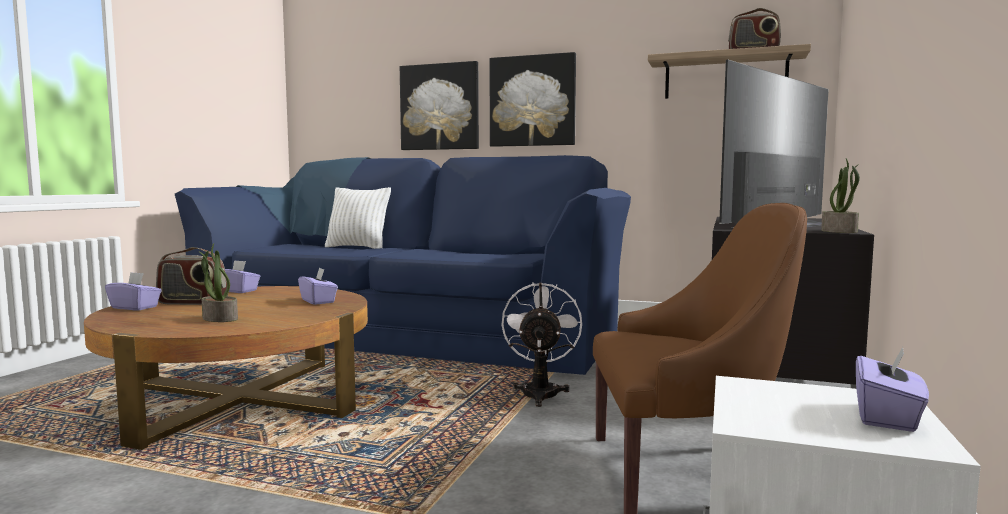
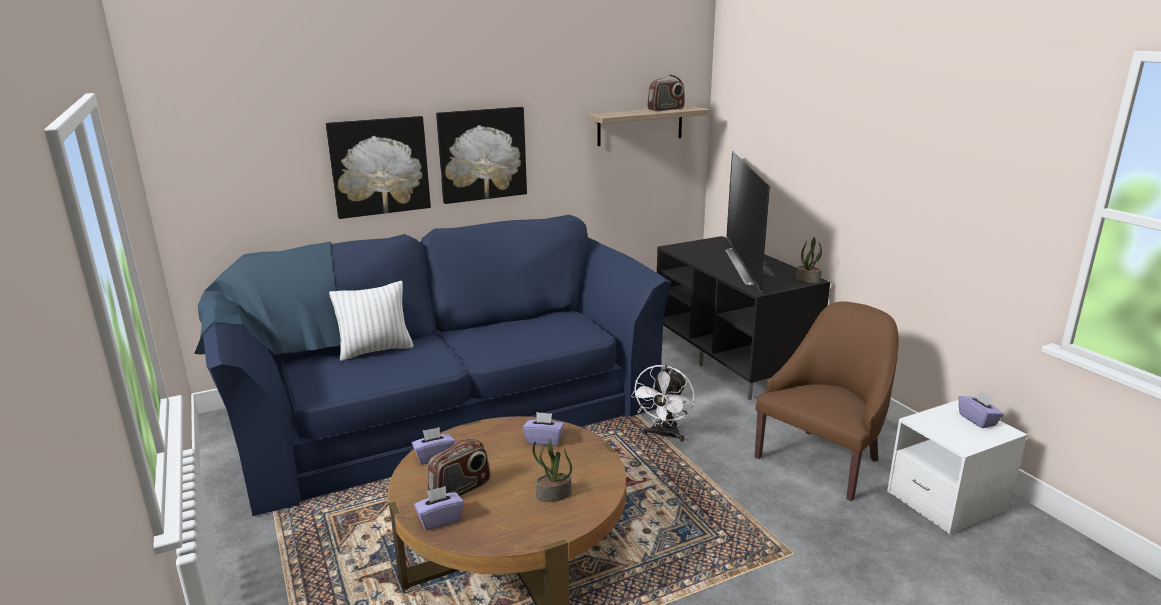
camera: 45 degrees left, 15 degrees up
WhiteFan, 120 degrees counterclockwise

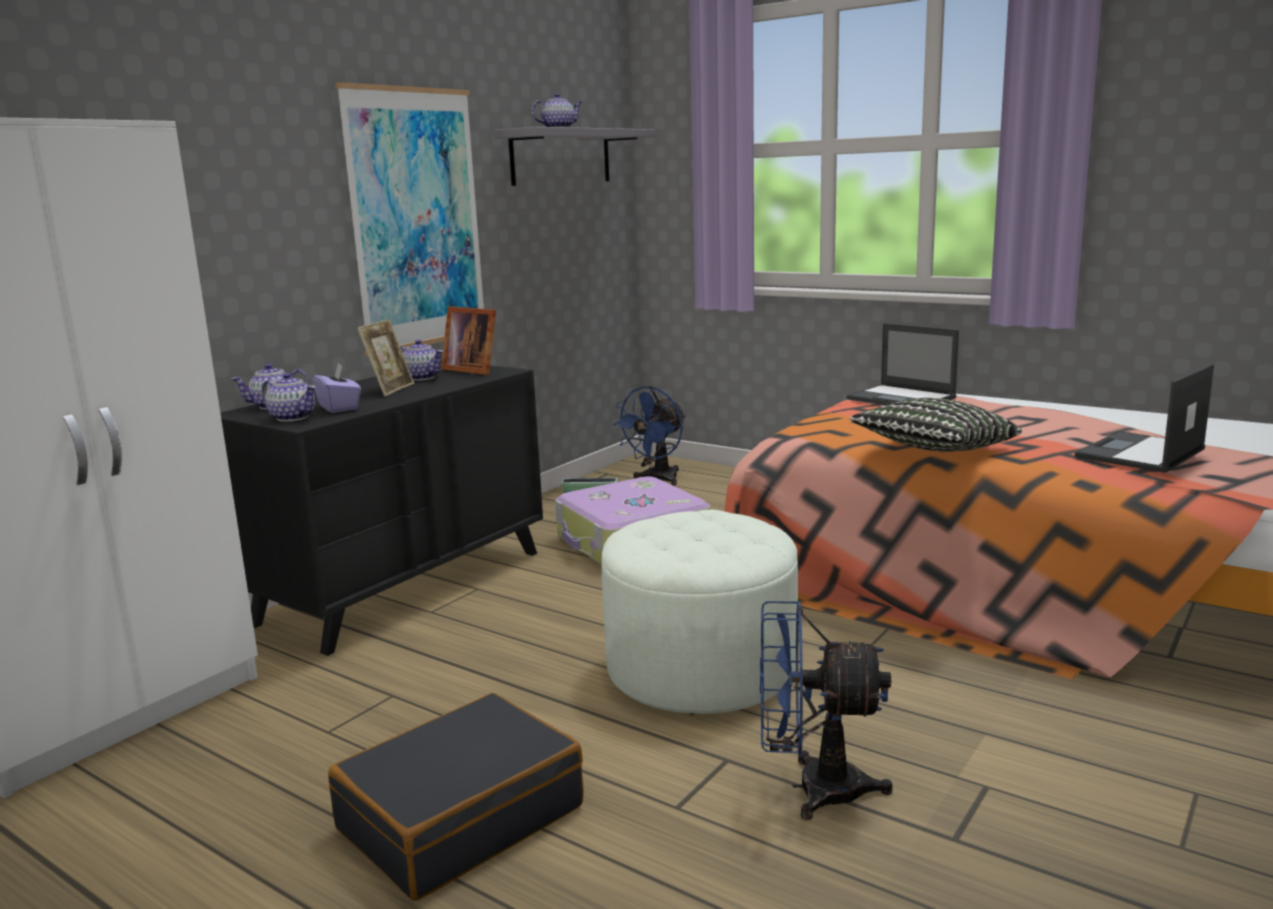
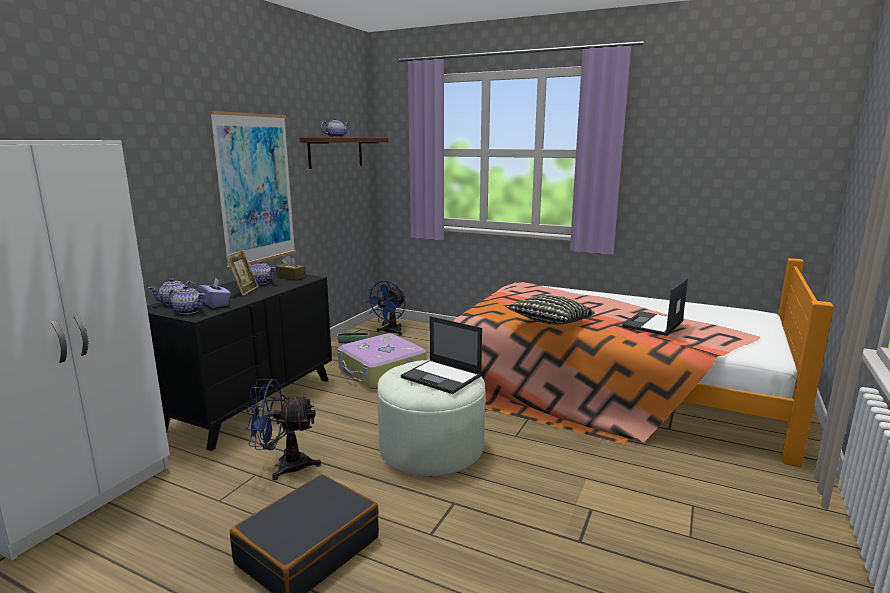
camera: 10 degrees left, 0 degrees up
GreyShelf -> BrownShelf
PictureFrame (2nd from left) -> BrownTissueBox
Laptop (1st from left), move
BlueFan (2nd from left in the first image) -> BlueFan (1st from left), move

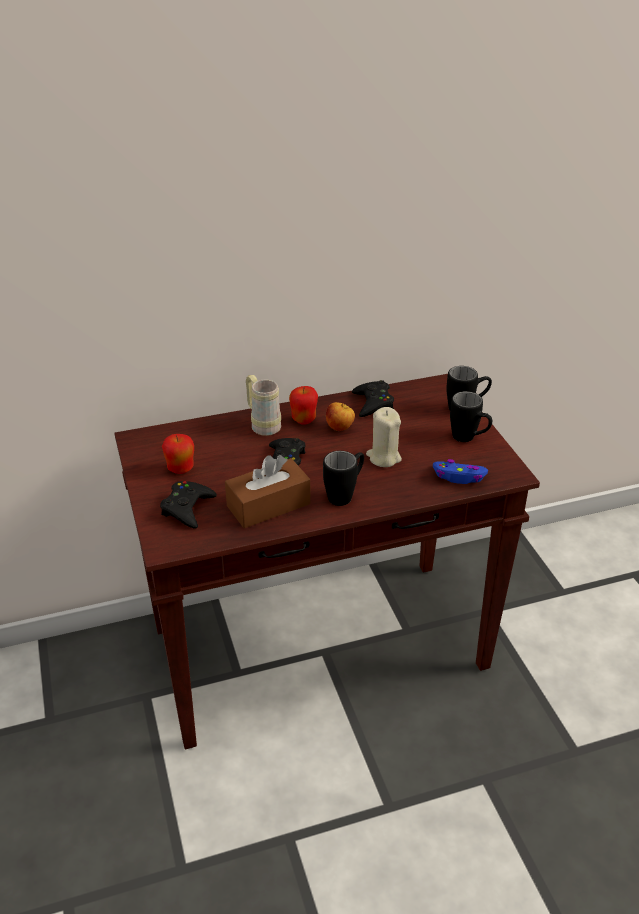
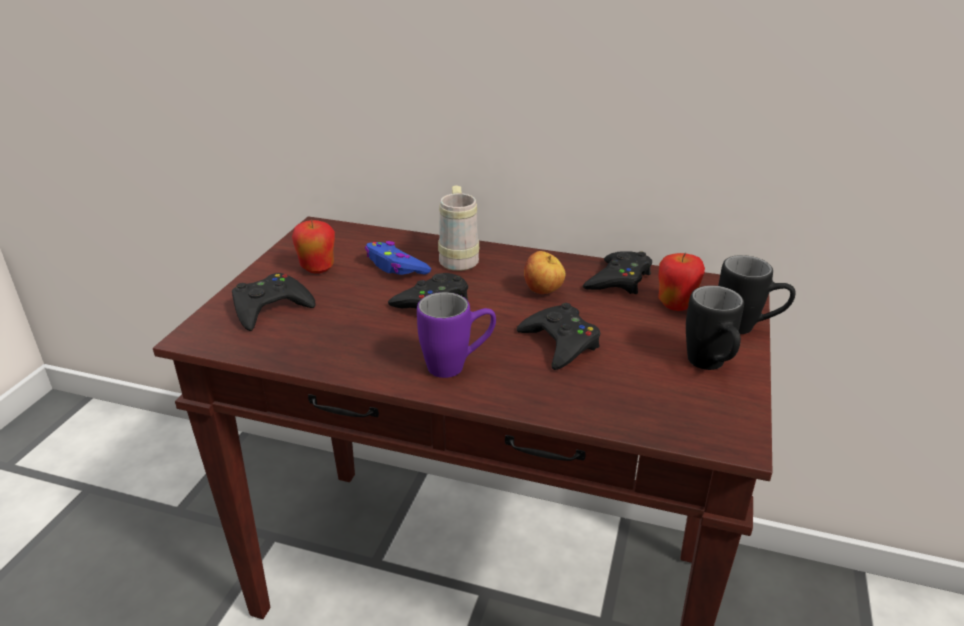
camera: 35 degrees right, 5 degrees down
Apple (2nd from left in the first image) -> Apple (3rd from left), move
BeigeCandle -> BlackGameController (3rd from left)
BlackMug (1st from left) -> PurpleMug
BrownTissueBox -> none
BlueGameController, move

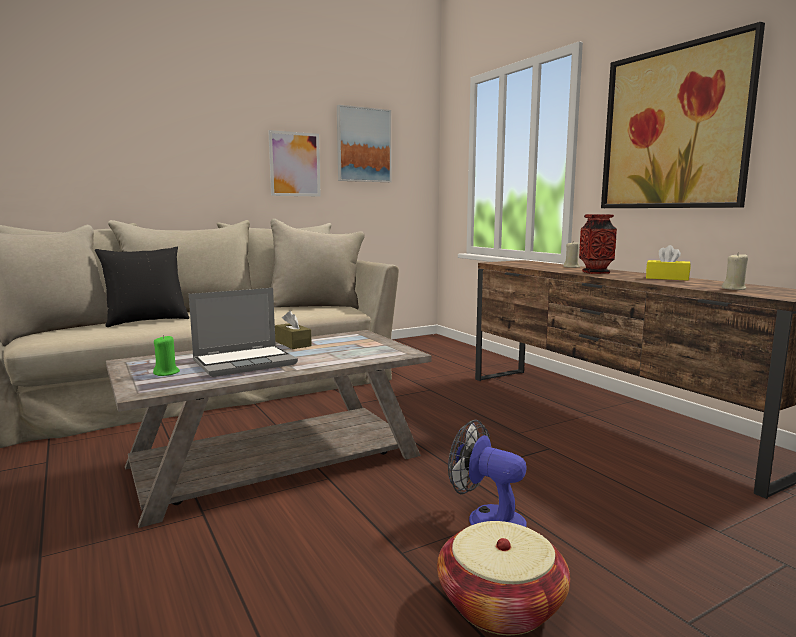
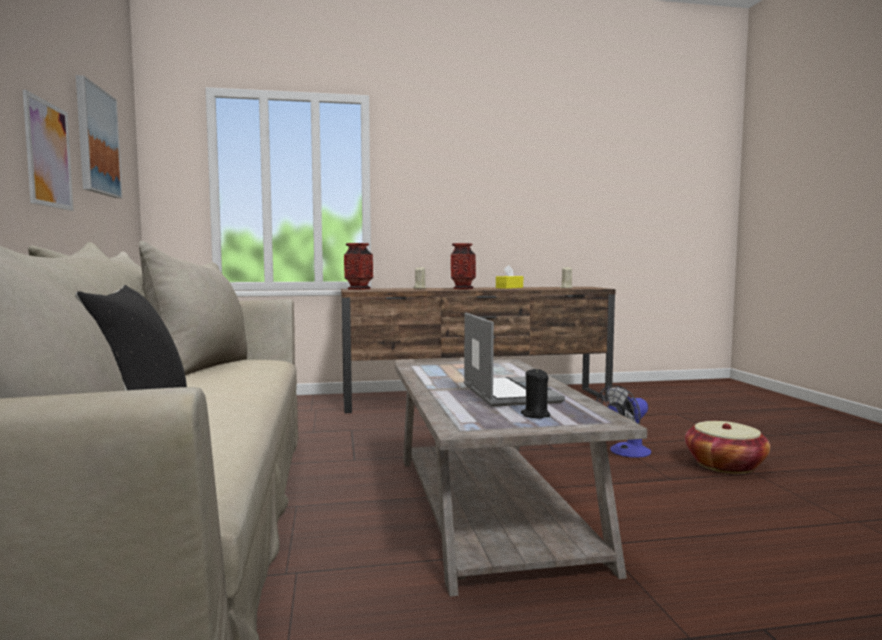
camera: 70 degrees left, 5 degrees down
Picture (3rd from left) -> none
BrownTissueBox -> none
GreenCandle -> BlackCandle
none -> Vase (1st from left)

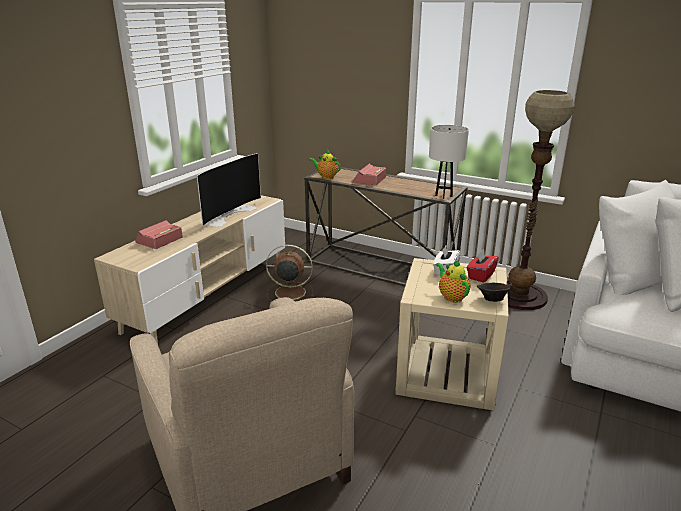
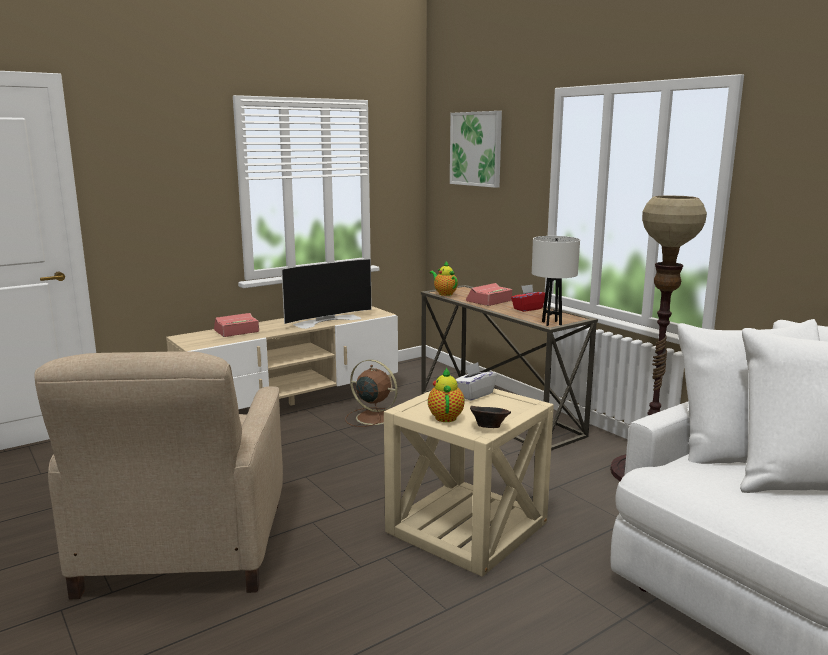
camera: 25 degrees right, 10 degrees down
RedTissueBox, move
none -> Picture

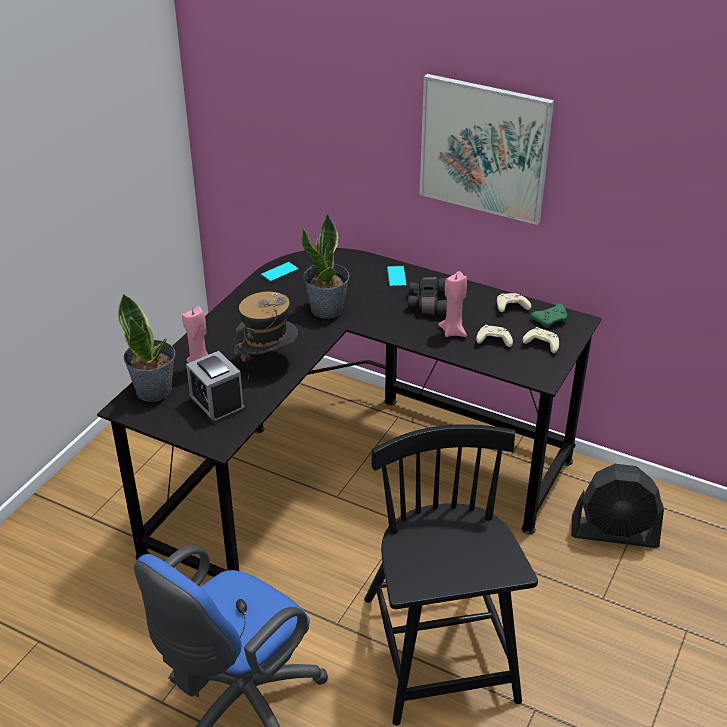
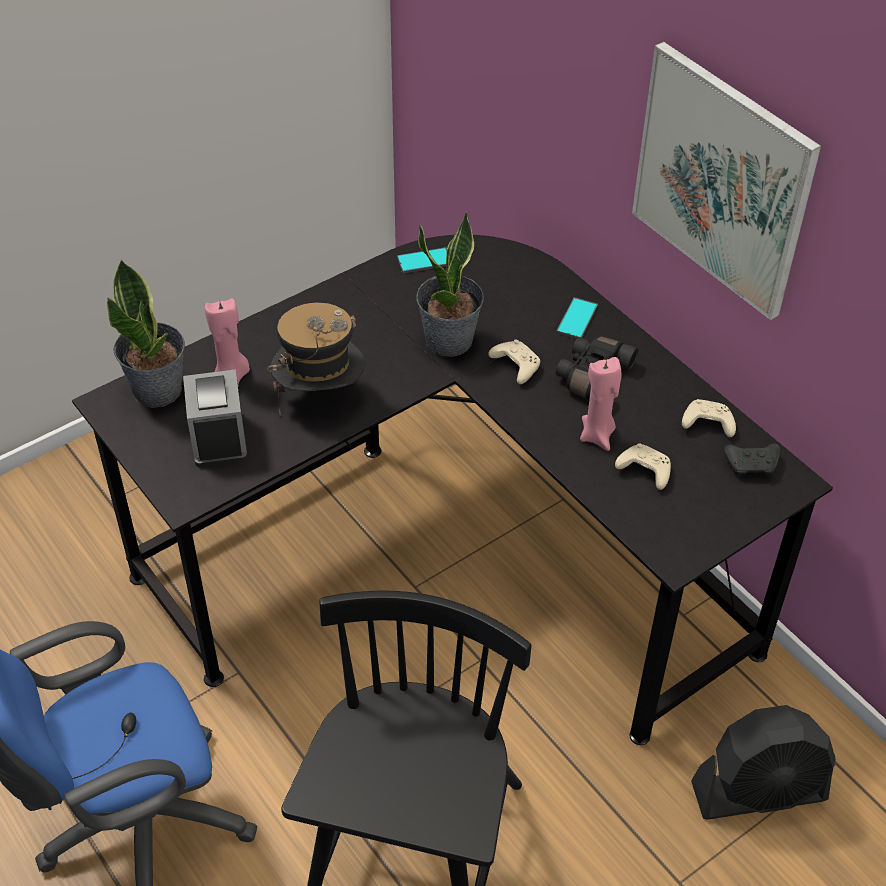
camera: 25 degrees right, 10 degrees up
GreenGameController -> BlackGameController
BeigeGameController (3rd from left in the first image) -> BeigeGameController (1st from left), move
BlackFan, 45 degrees counterclockwise

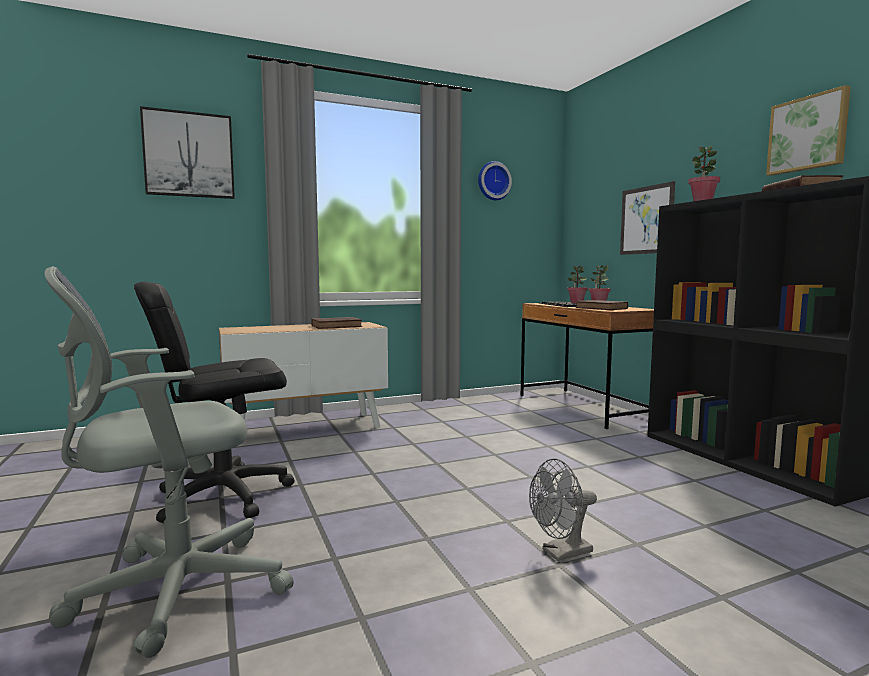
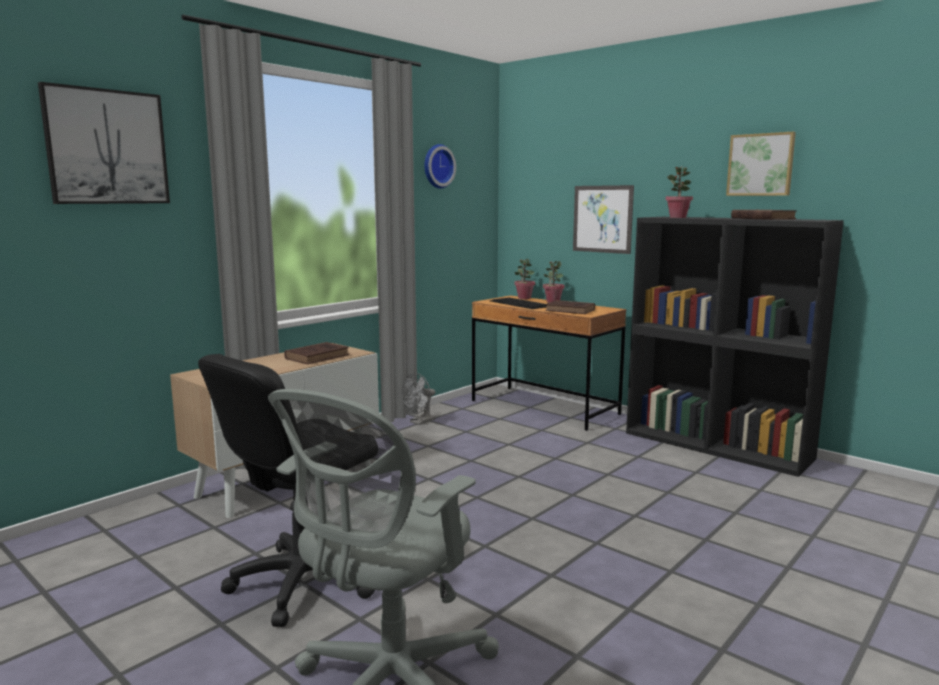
camera: 25 degrees left, 5 degrees up
GreyFan, move

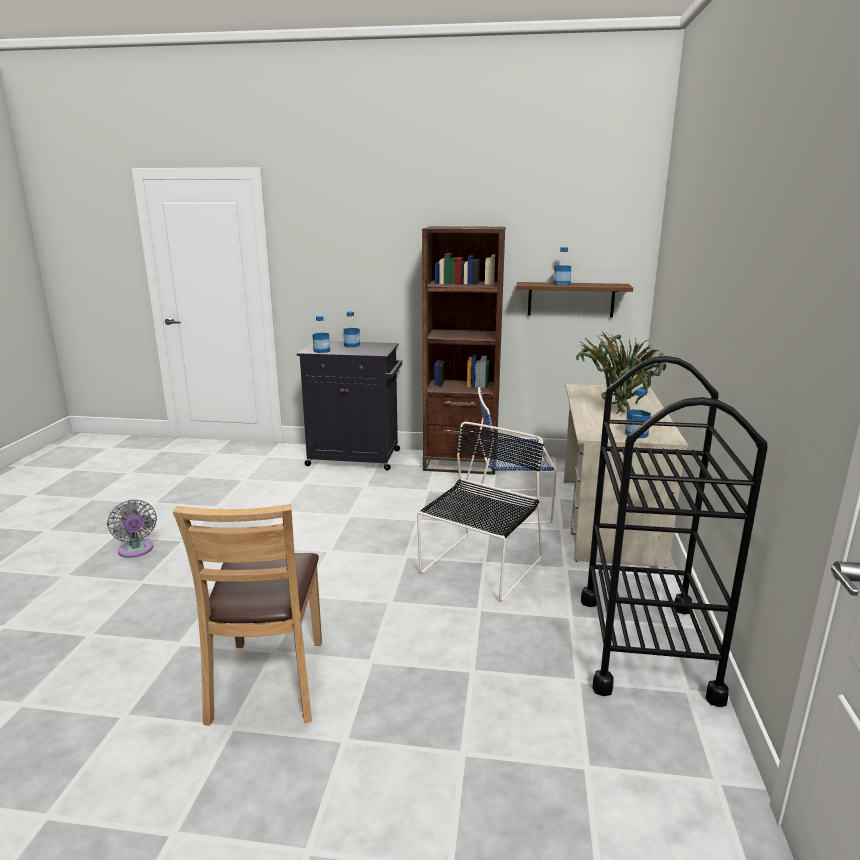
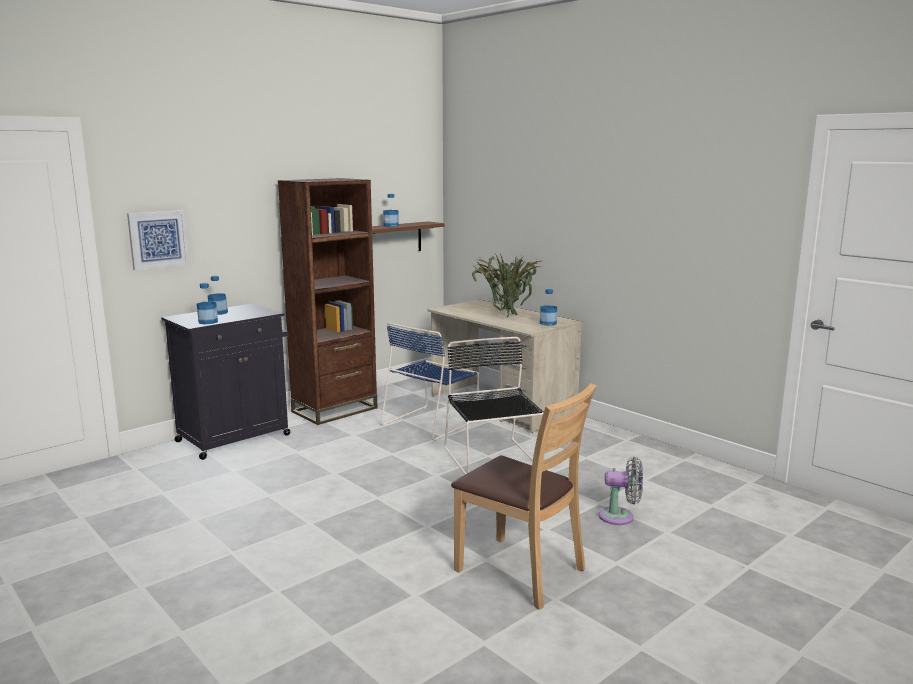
camera: 50 degrees left, 5 degrees down
BlackCart -> none
GreyFan, move
none -> Picture

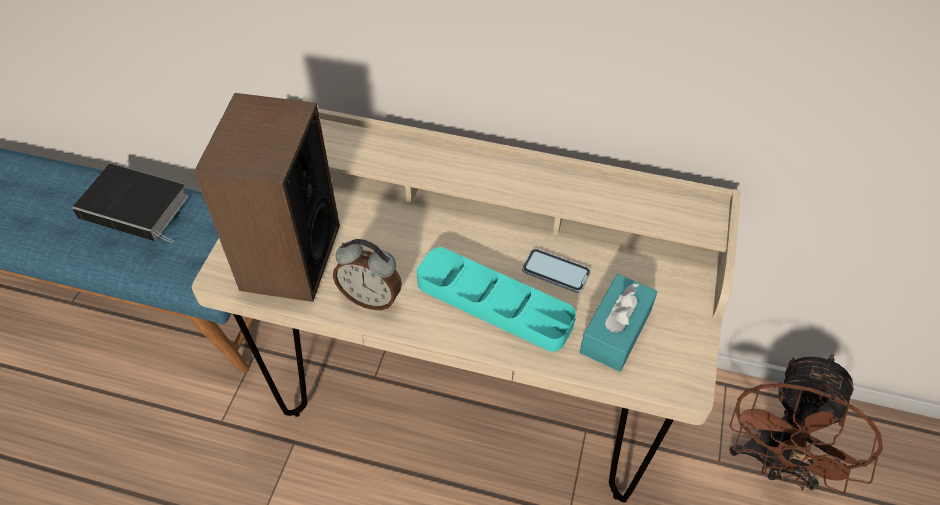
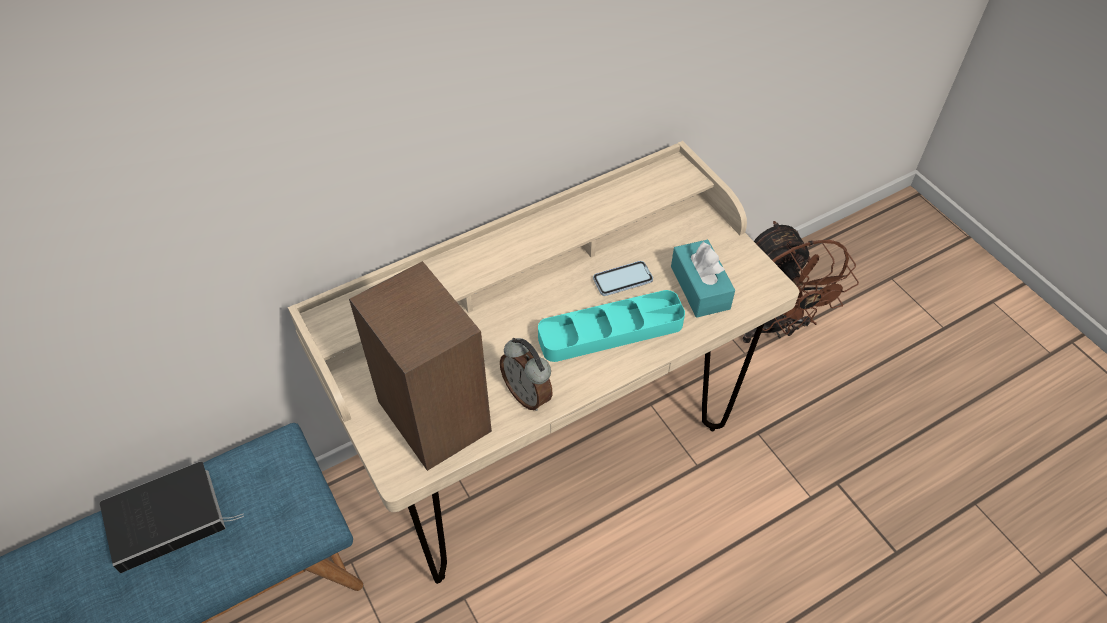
camera: 45 degrees left, 0 degrees up
AlarmClock, 75 degrees clockwise

